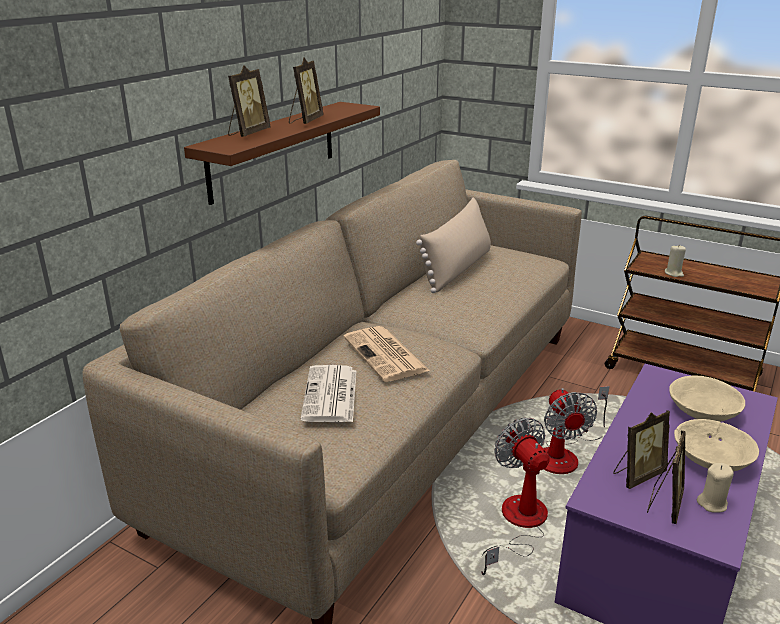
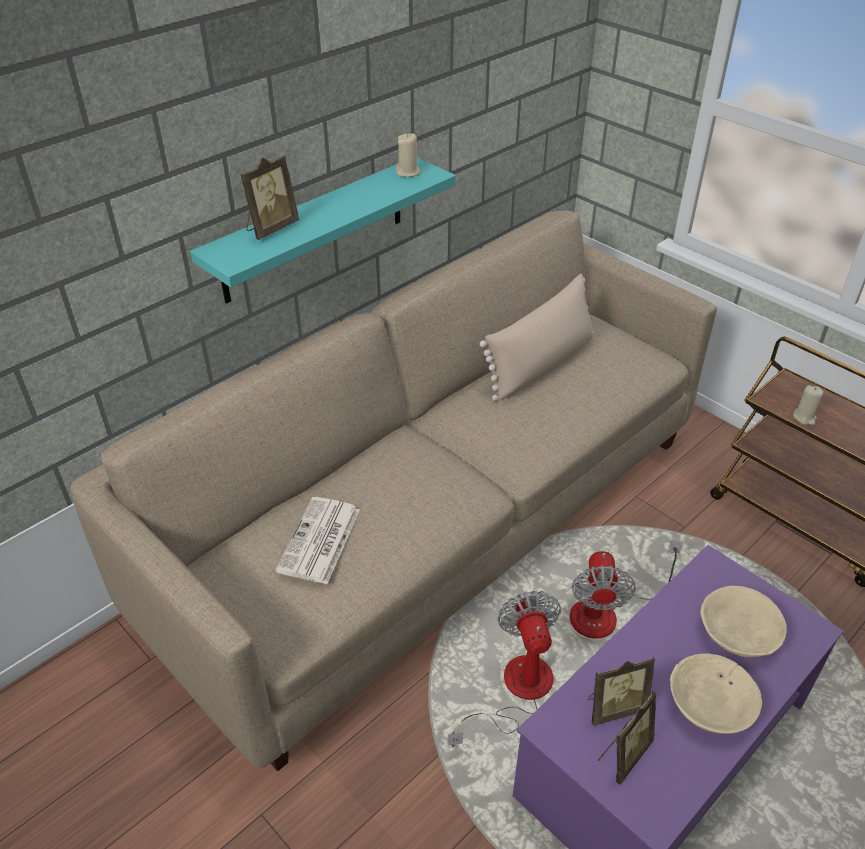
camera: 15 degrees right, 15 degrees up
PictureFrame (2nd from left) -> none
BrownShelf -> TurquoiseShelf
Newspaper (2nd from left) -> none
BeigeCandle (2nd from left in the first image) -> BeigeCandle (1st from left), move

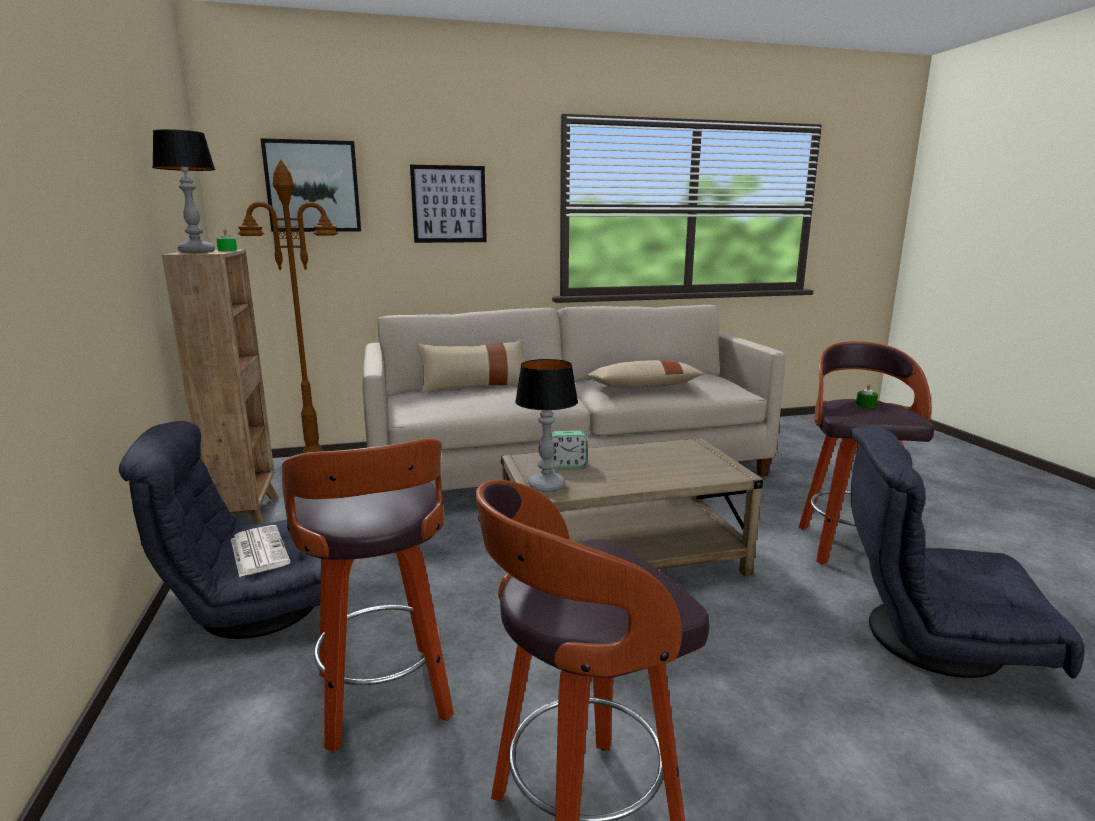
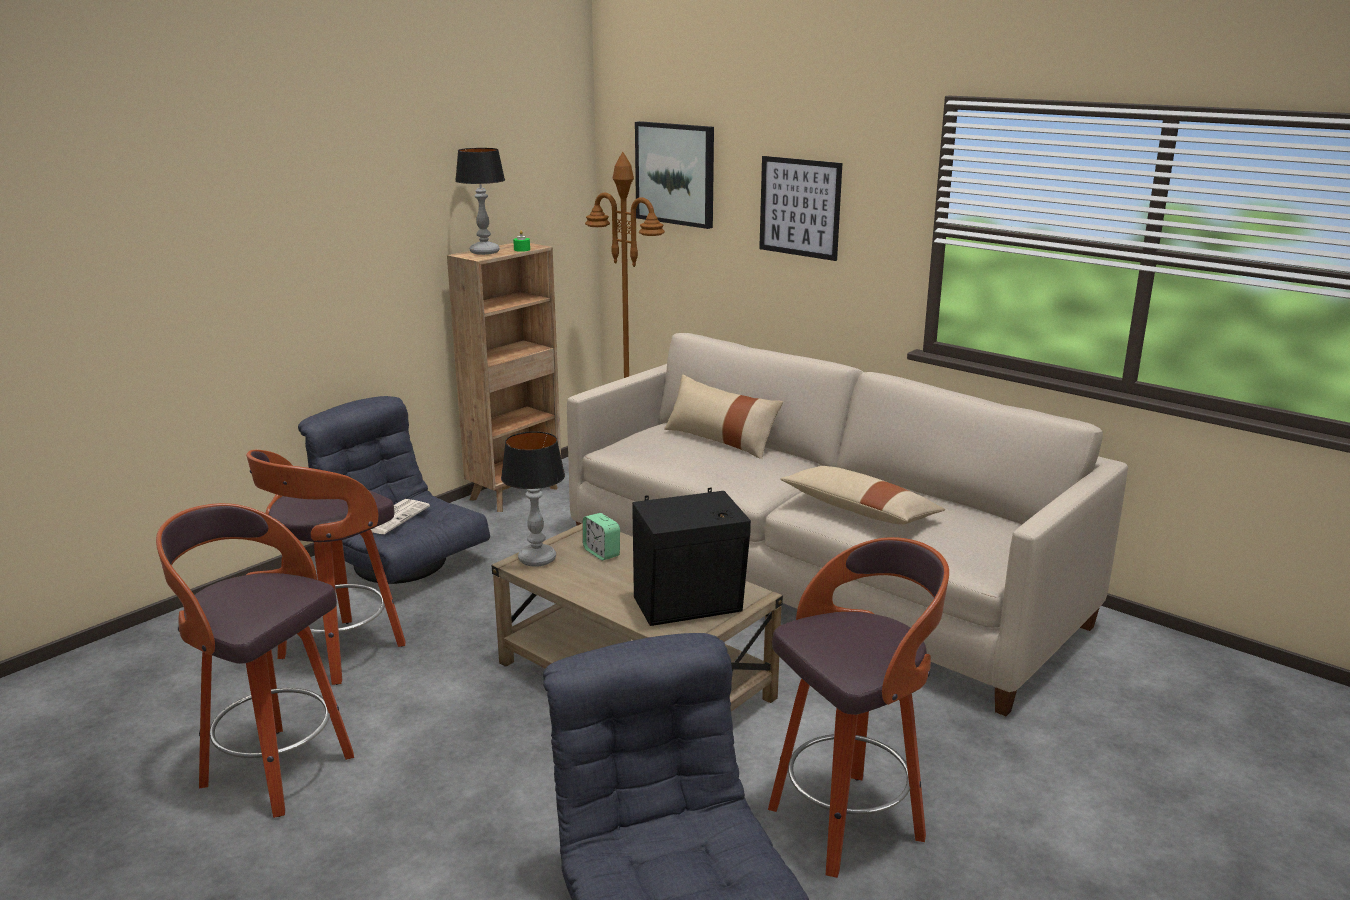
camera: 55 degrees right, 5 degrees up
GreenCandle (2nd from left) -> none
none -> BlackSpeaker

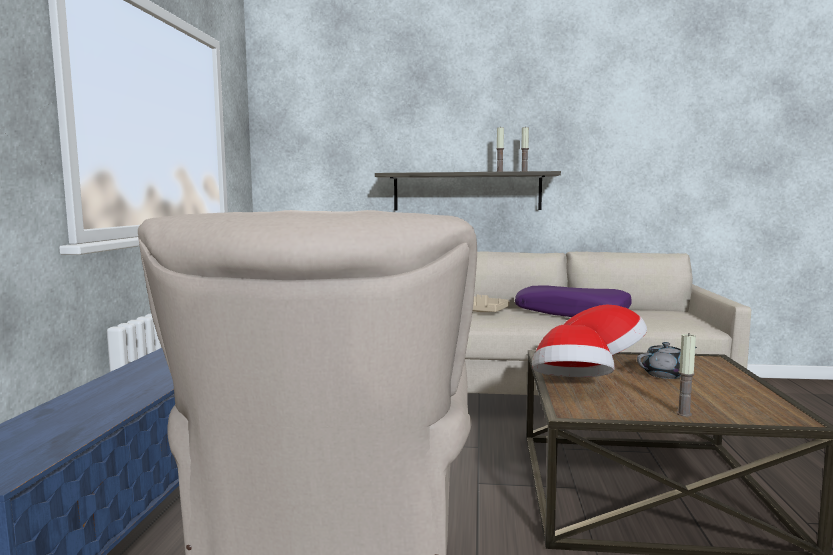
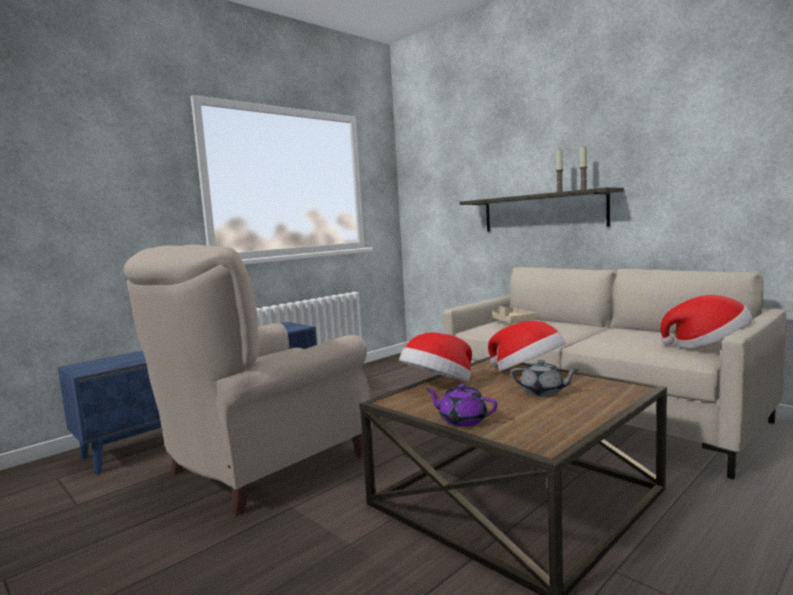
camera: 40 degrees right, 0 degrees up
PurplePillow -> none
Candle (3rd from left) -> PurpleTeapot
none -> Hat (3rd from left)

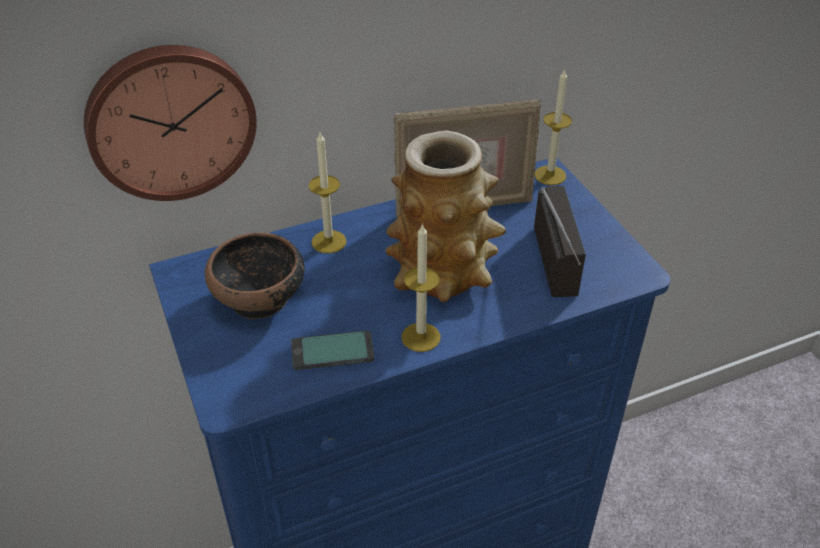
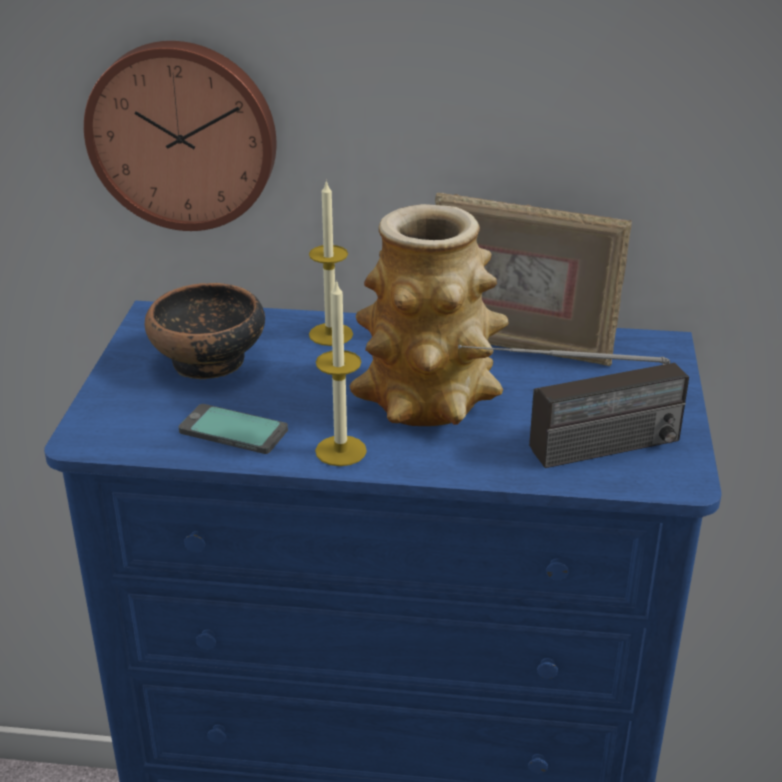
camera: 30 degrees right, 10 degrees down
Candle (3rd from left) -> none
Radio, 45 degrees clockwise

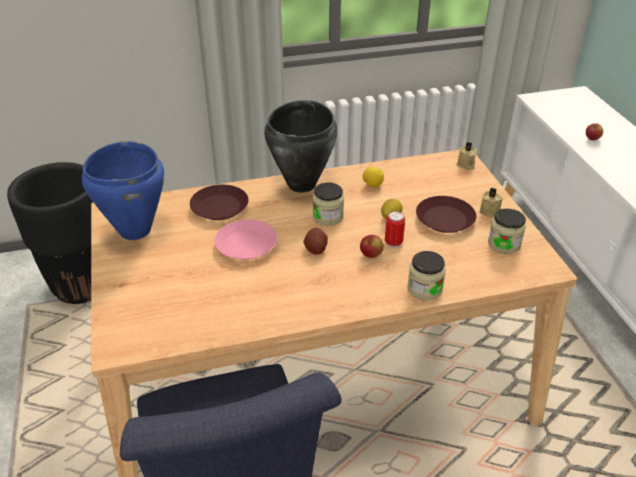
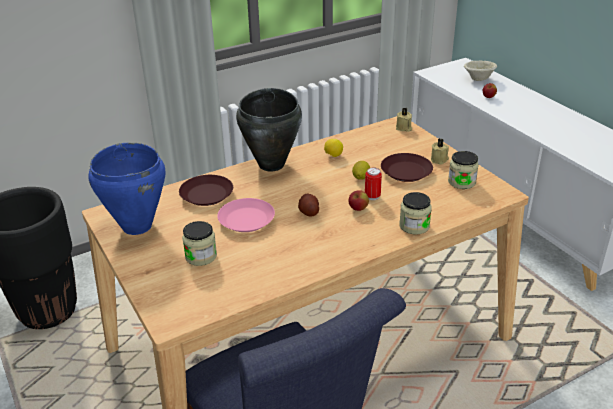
camera: 15 degrees left, 5 degrees down
Jar (1st from left), move
none -> BeigeBowl

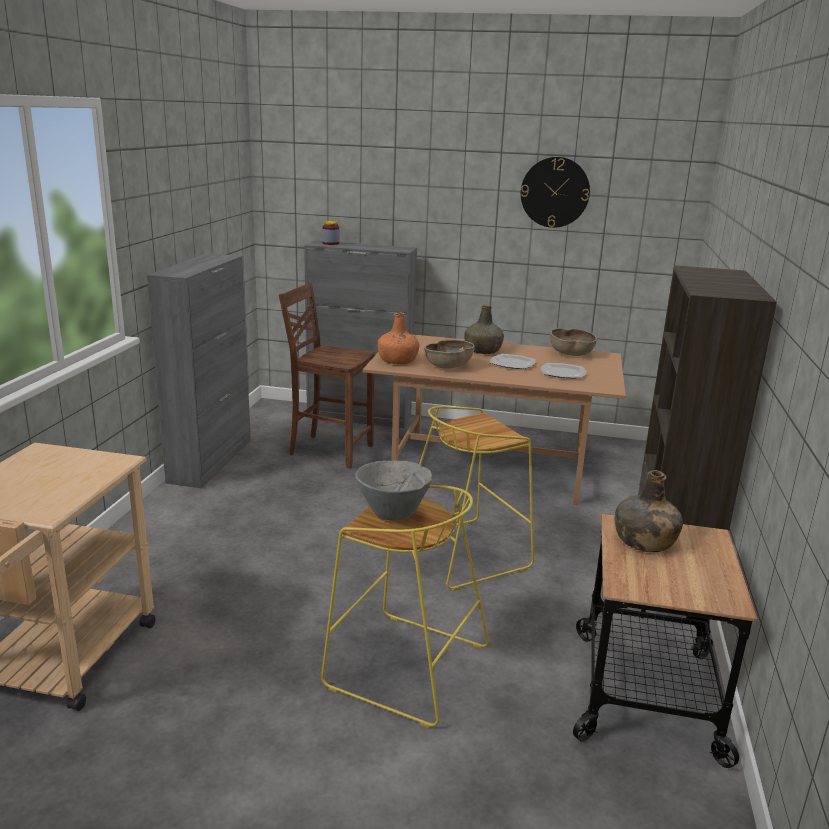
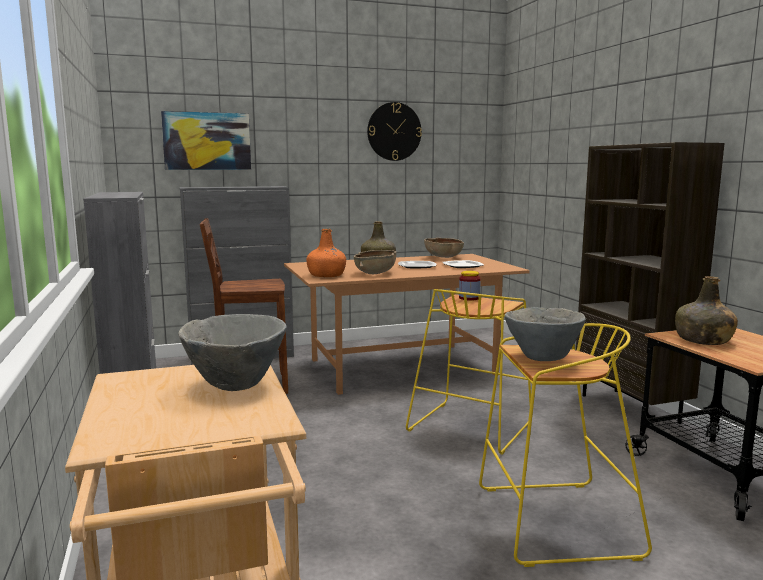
camera: 30 degrees left, 10 degrees down
Jar, move
none -> Picture
none -> GreyBowl (1st from left)

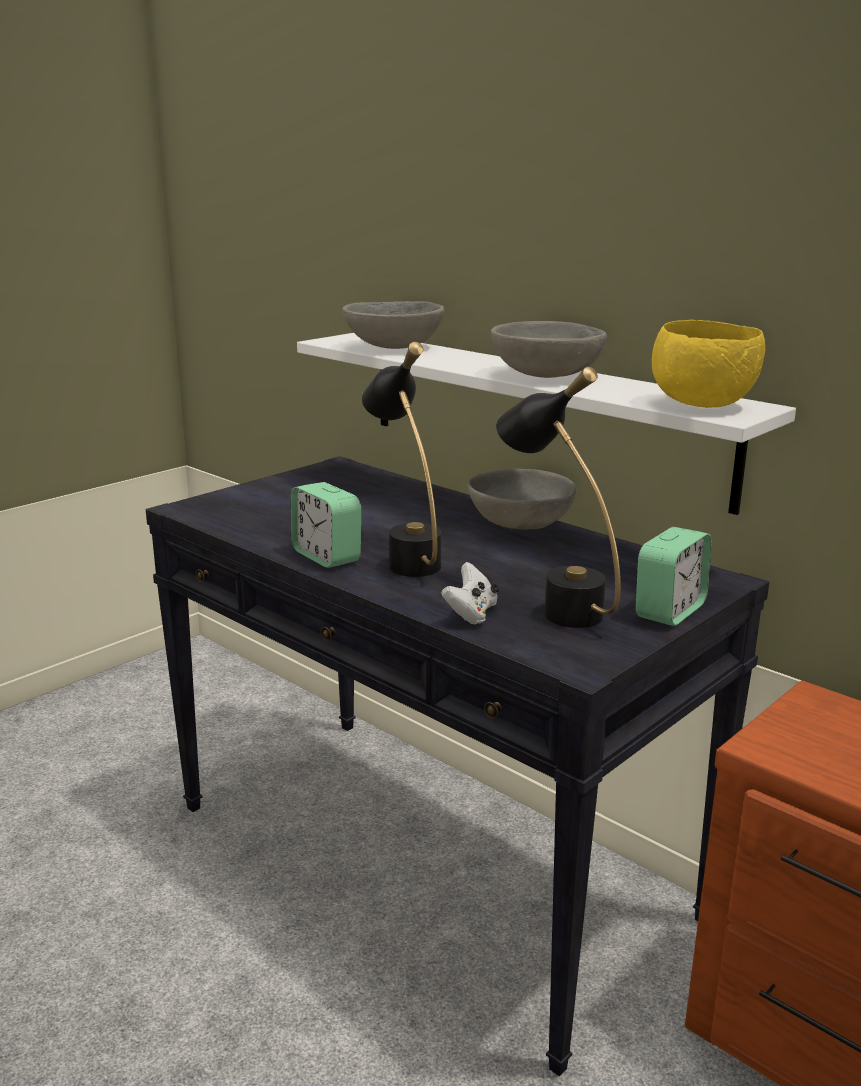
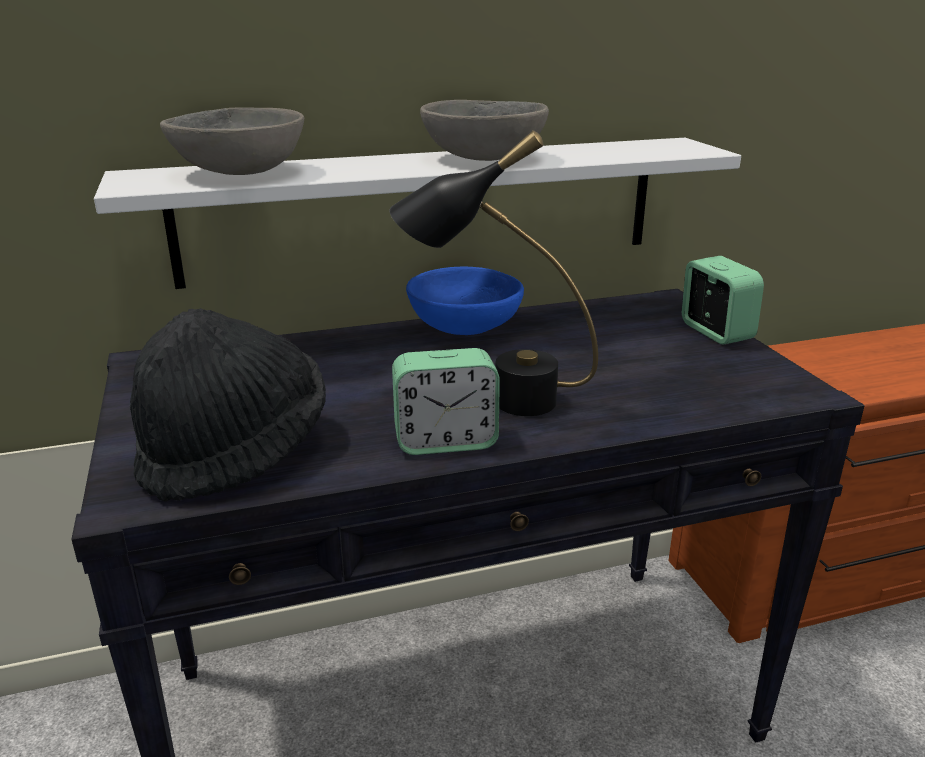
camera: 60 degrees left, 5 degrees up
YellowBowl -> none
BlackTableLamp (2nd from left) -> none
GreyBowl (2nd from left) -> BlueBowl
WhiteGameController -> none
none -> BlackHat

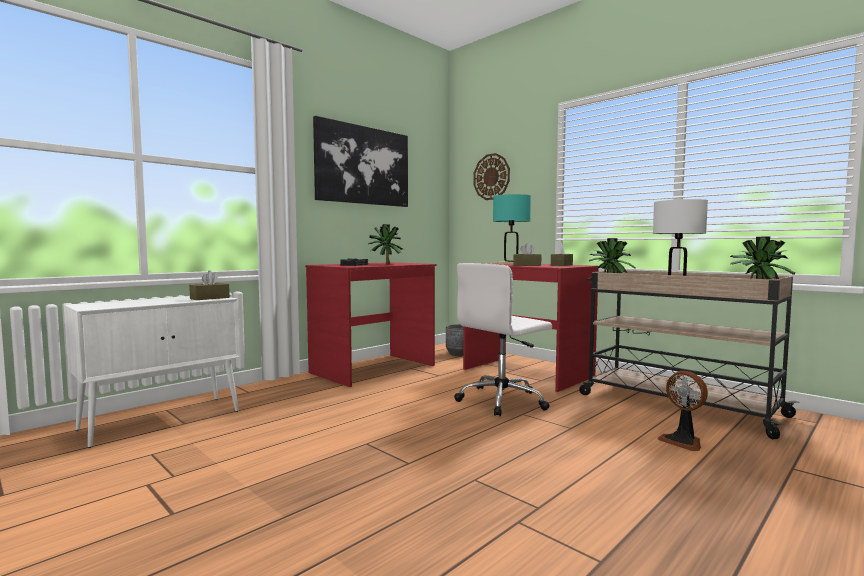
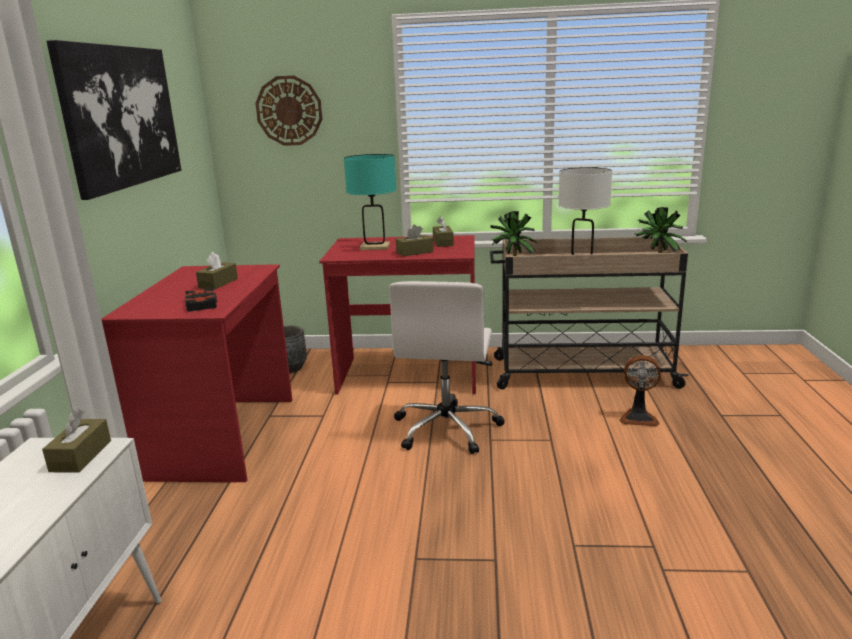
camera: 40 degrees left, 15 degrees up
PottedPlant (1st from left) -> BrownTissueBox (2nd from left)

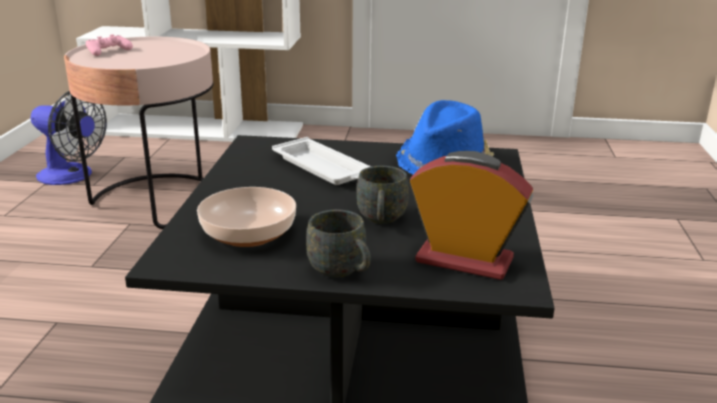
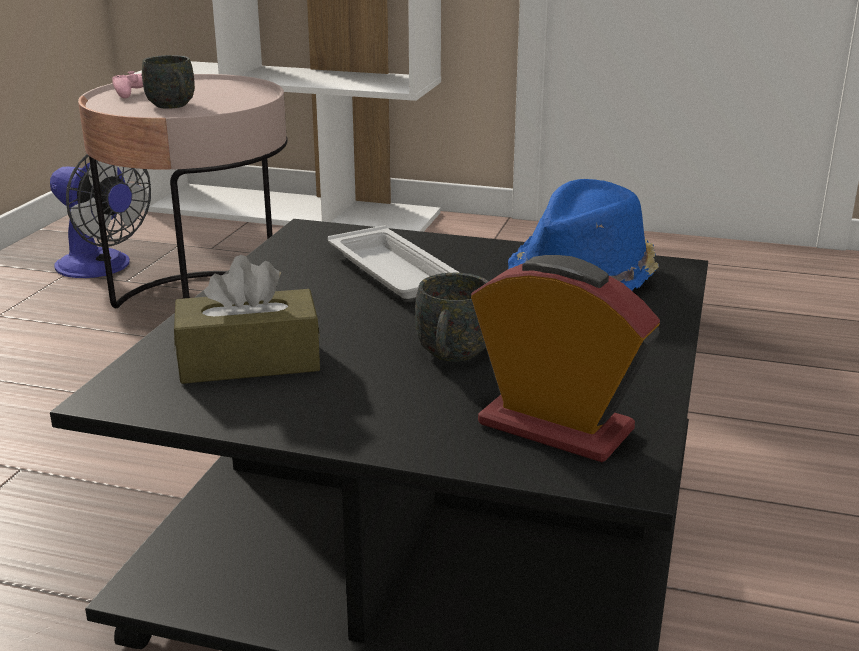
camera: 10 degrees right, 0 degrees up
Bowl -> BrownTissueBox
GreyMug (1st from left), move

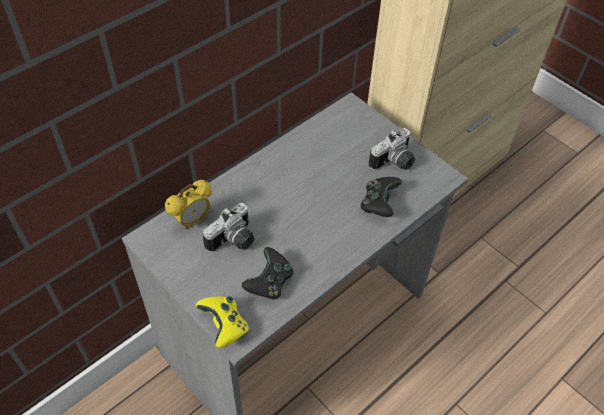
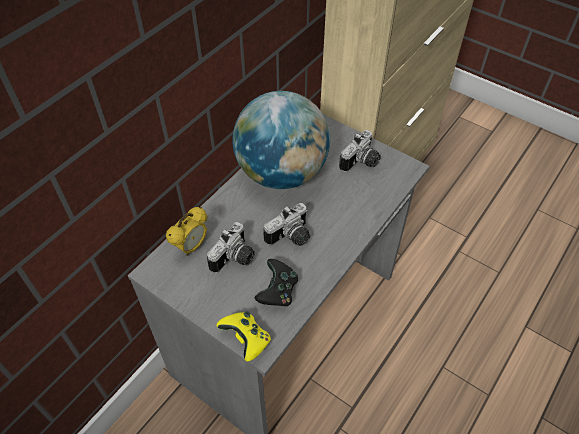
camera: 10 degrees left, 0 degrees up
BlackGameController (2nd from left) -> none
none -> Globe
none -> PhotoCamera (2nd from left)

